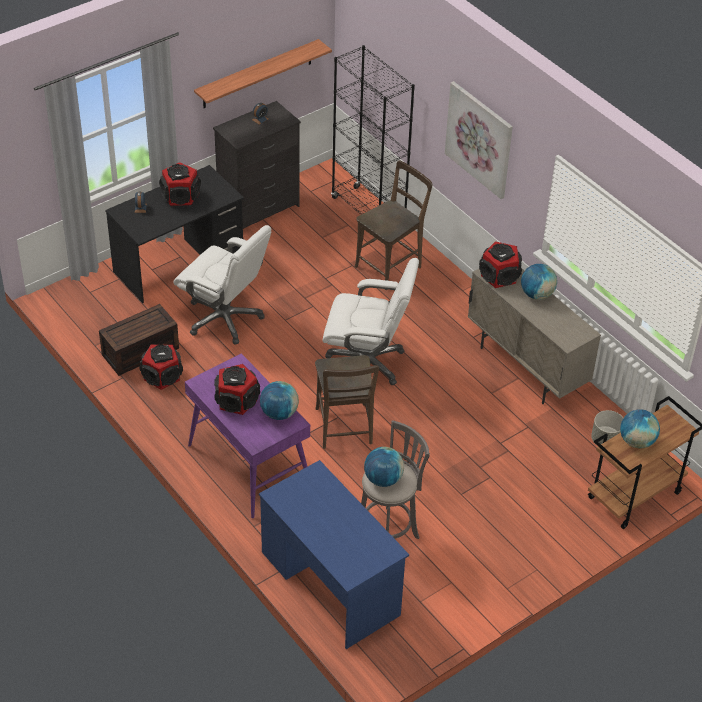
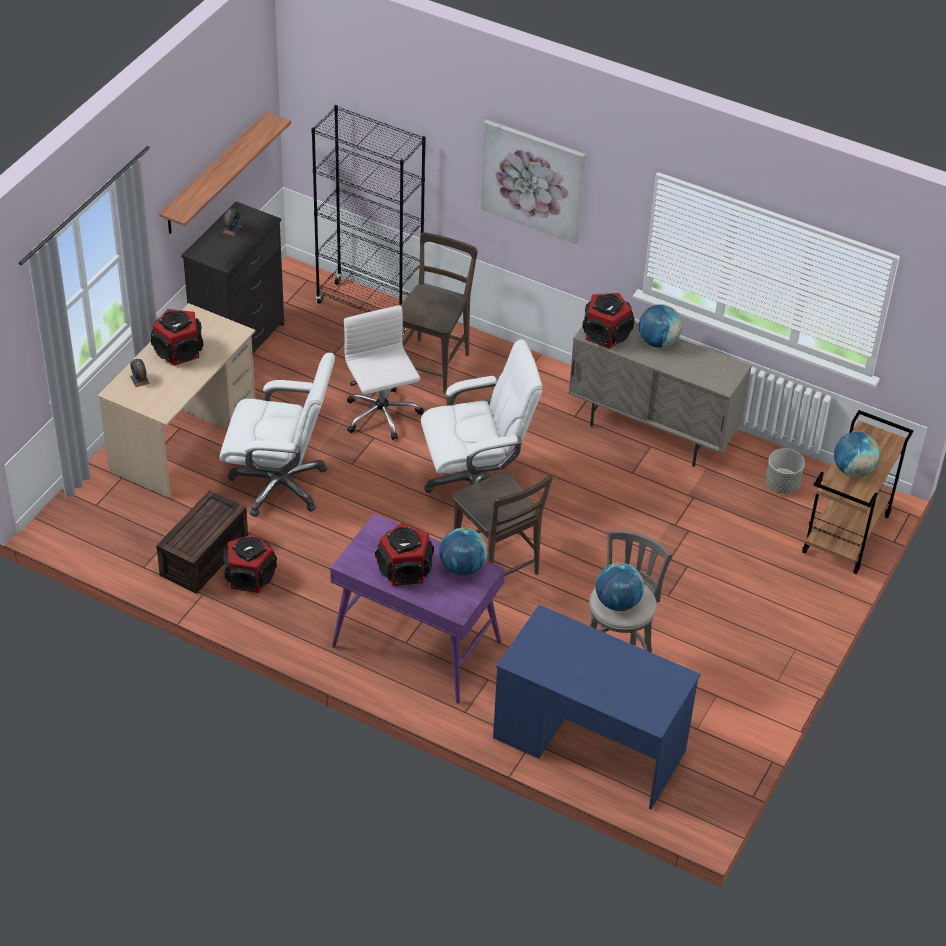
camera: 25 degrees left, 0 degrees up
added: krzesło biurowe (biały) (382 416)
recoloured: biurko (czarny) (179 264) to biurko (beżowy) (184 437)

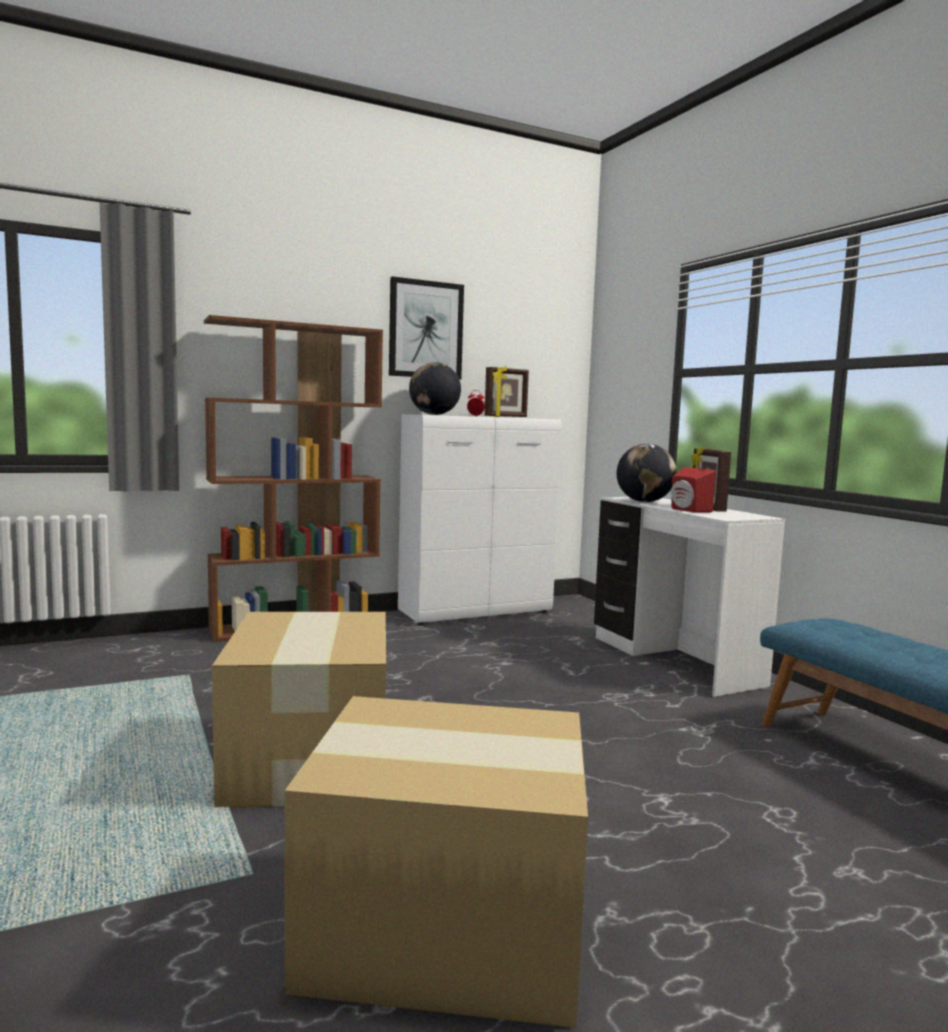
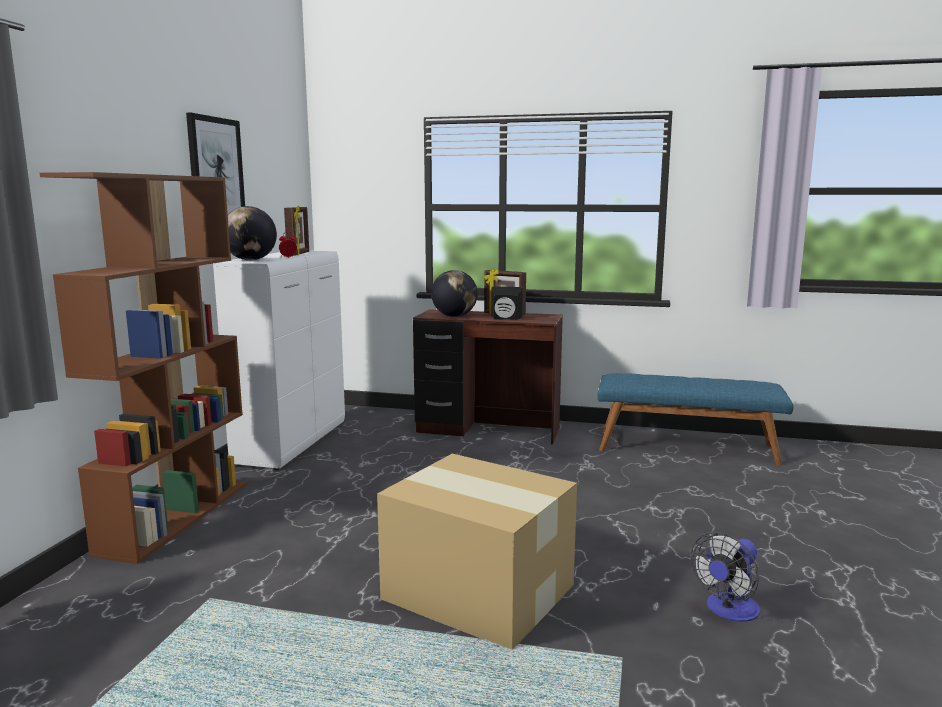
camera: 50 degrees left, 5 degrees up
replaced: karton (449 928) to wentylator (728 611)
recoloured: biurko (biały) (672 661) to biurko (brązowy) (488 431); głośnik (czerwony) (687 510) to głośnik (czarny) (505 319)

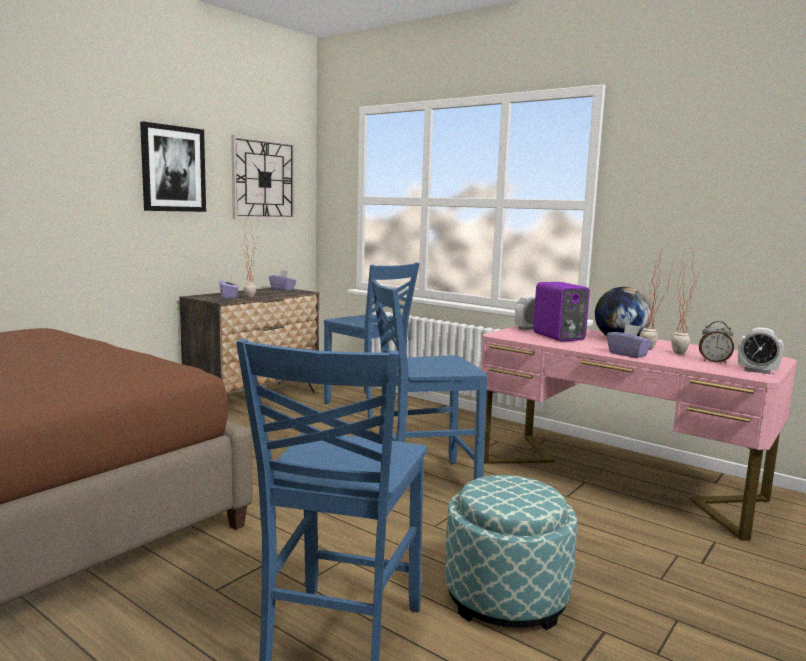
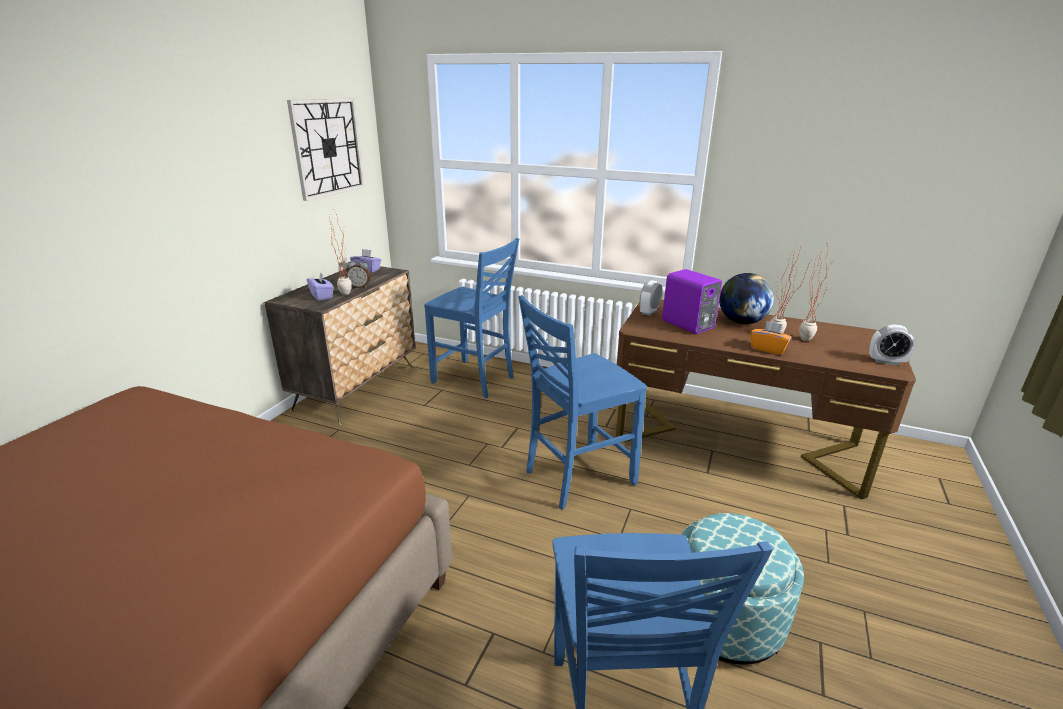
camera: 15 degrees left, 15 degrees up
removed: obraz (173 169)
moved: budzik (714 361) to (359 286)
recoloured: biurko (różowy) (617 480) to biurko (brązowy) (735 443); pudełko chusteczek (fioletowy) (627 354) to pudełko chusteczek (pomarańczowy) (768 349)

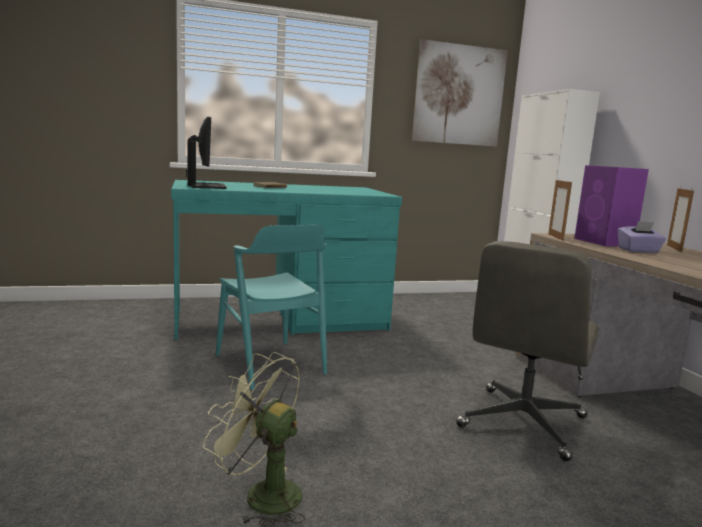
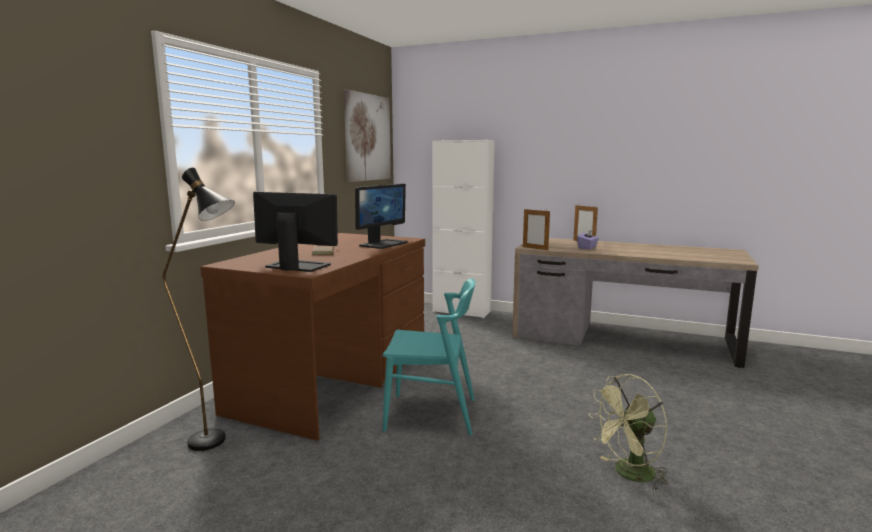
camera: 50 degrees left, 0 degrees up
removed: krzesło biurowe (szary) (523 423); głośnik (fioletowy) (605 242)
added: lampa stojąca (czarny) (217 443); monitor (383 244)
recoloured: biurko (turkusowy) (280 317) to biurko (brązowy) (335 380)

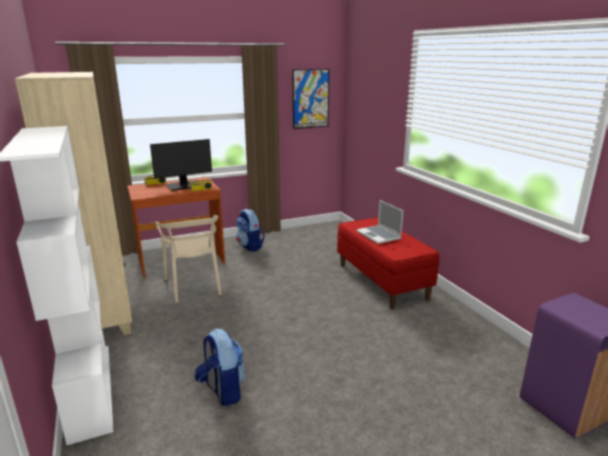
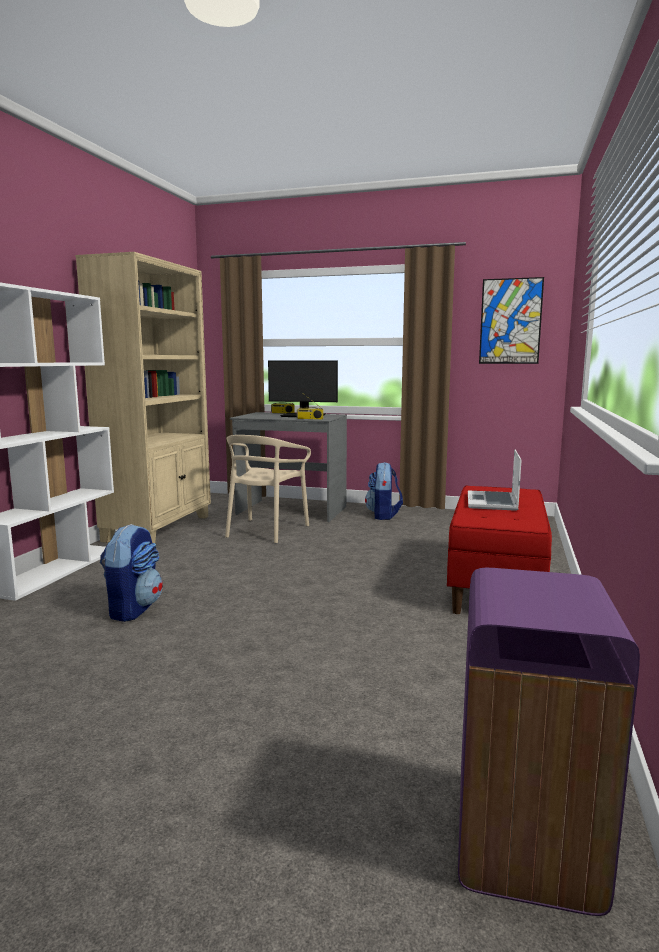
camera: 40 degrees right, 10 degrees down
recoloured: biurko (brązowy) (181 261) to biurko (szary) (291 511)

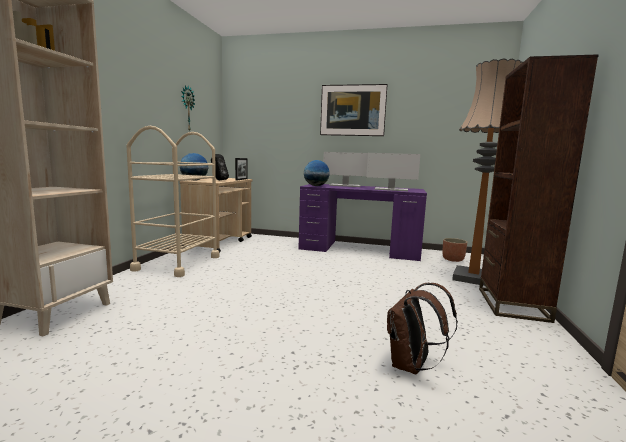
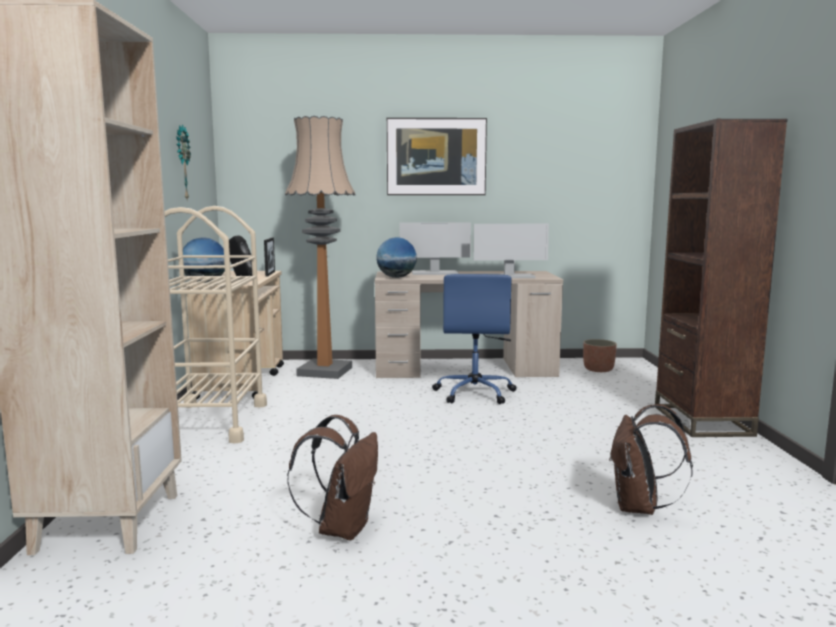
camera: 15 degrees left, 0 degrees up
added: plecak (brązowy) (342 528); krzesło biurowe (niebieski) (474 393)
moved: lampa stojąca (473 278) to (325 371)
recoloured: biurko (fioletowy) (360 249) to biurko (beżowy) (464 367)

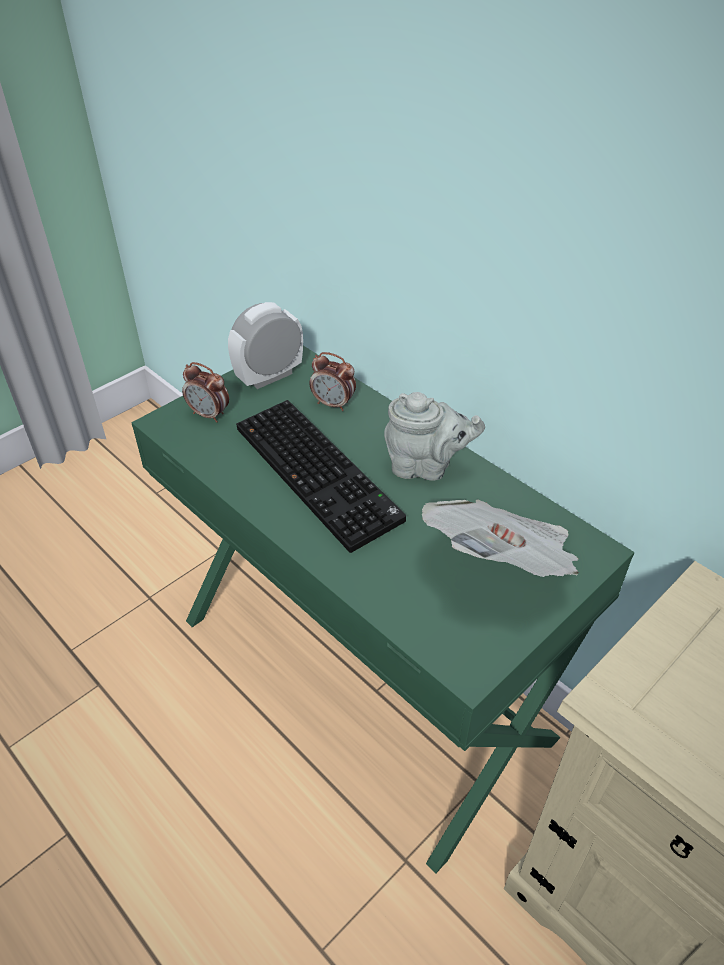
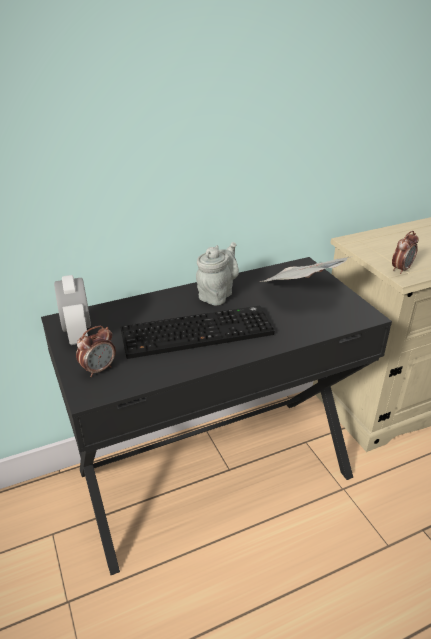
camera: 70 degrees left, 10 degrees down
moved: budzik (333 404) to (401 269)
recoloured: biurko (zielony) (364 674) to biurko (czarny) (215 472)

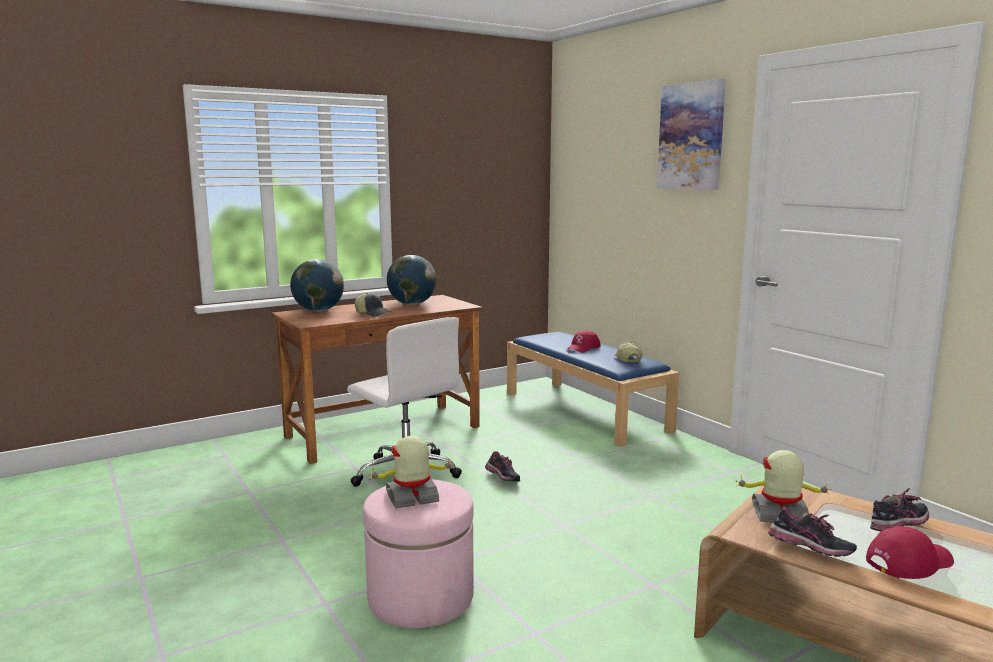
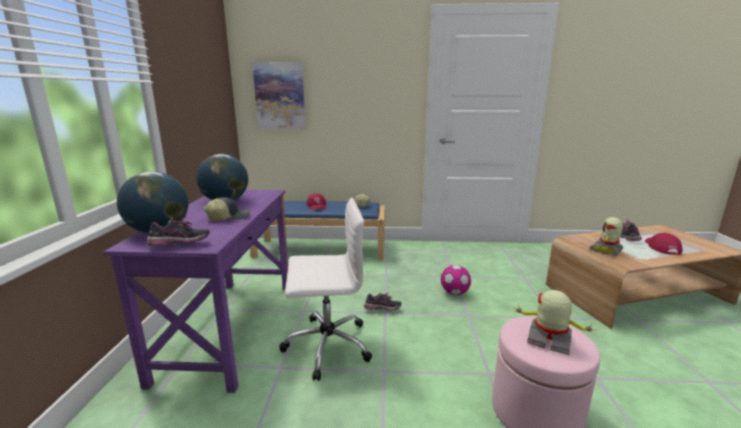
camera: 55 degrees left, 5 degrees up
added: piłka futbolowa (454 293)
moved: obraz (691 136) to (280 96); but (809 552) to (180 246)
recoloured: biurko (brązowy) (383 432) to biurko (fioletowy) (230 327)
turned: robot zabawkowy (412 497) = (549 340) 105 degrees clockwise

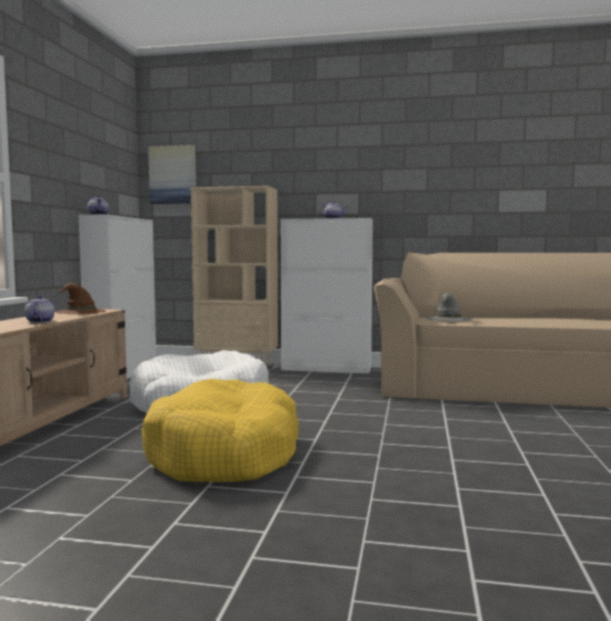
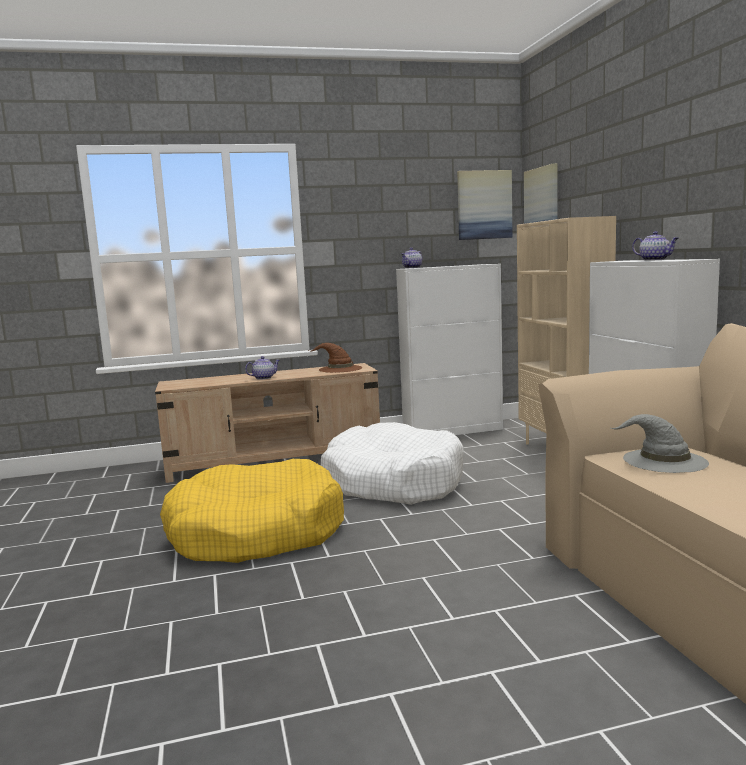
camera: 65 degrees right, 5 degrees up
added: obraz (484 205)

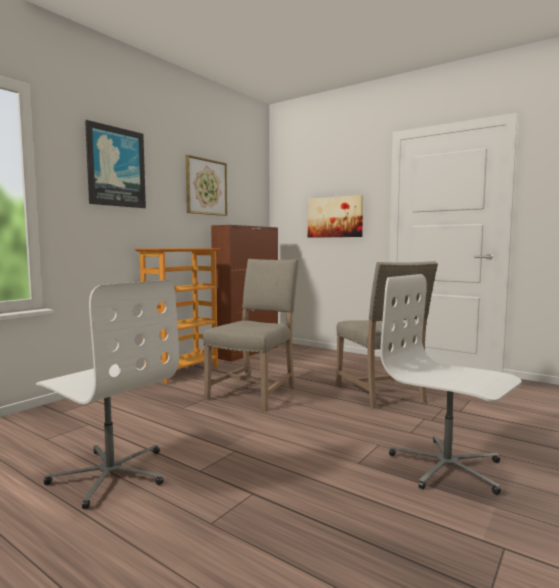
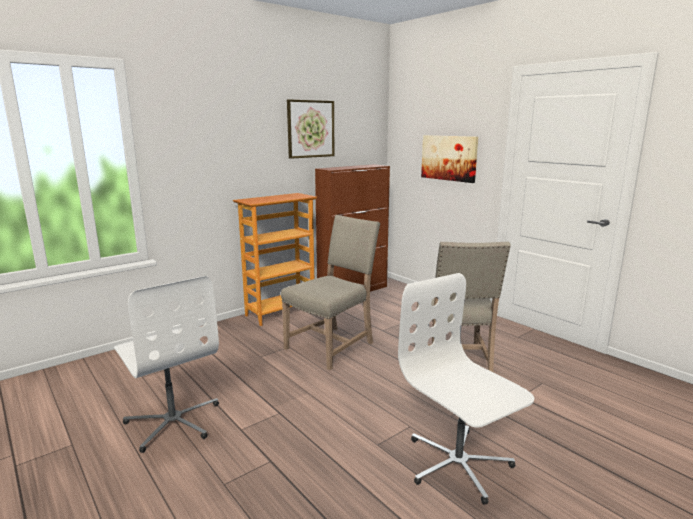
camera: 15 degrees right, 10 degrees up
removed: obraz (116 167)

